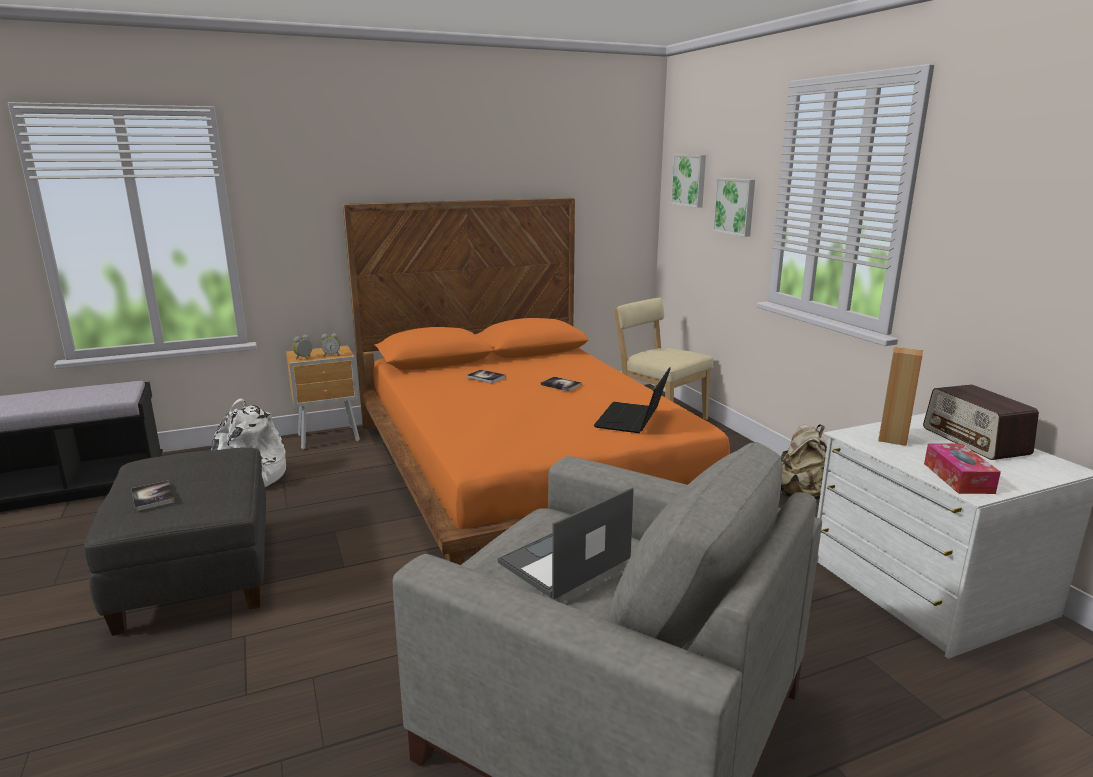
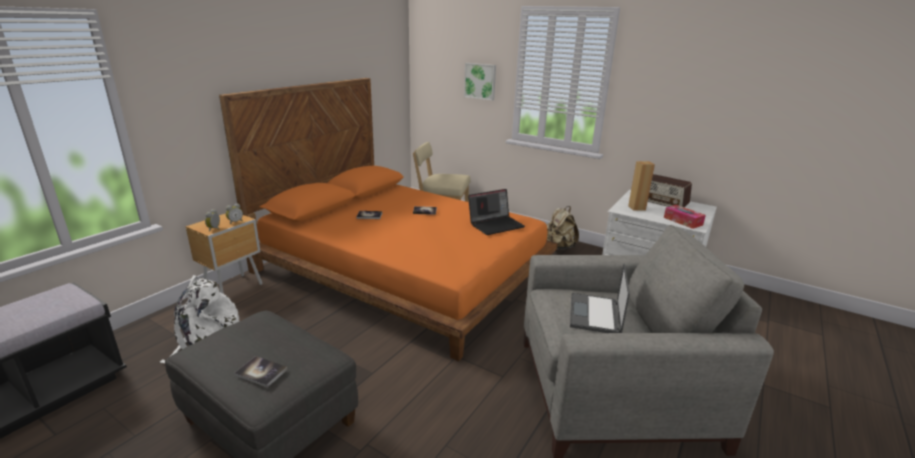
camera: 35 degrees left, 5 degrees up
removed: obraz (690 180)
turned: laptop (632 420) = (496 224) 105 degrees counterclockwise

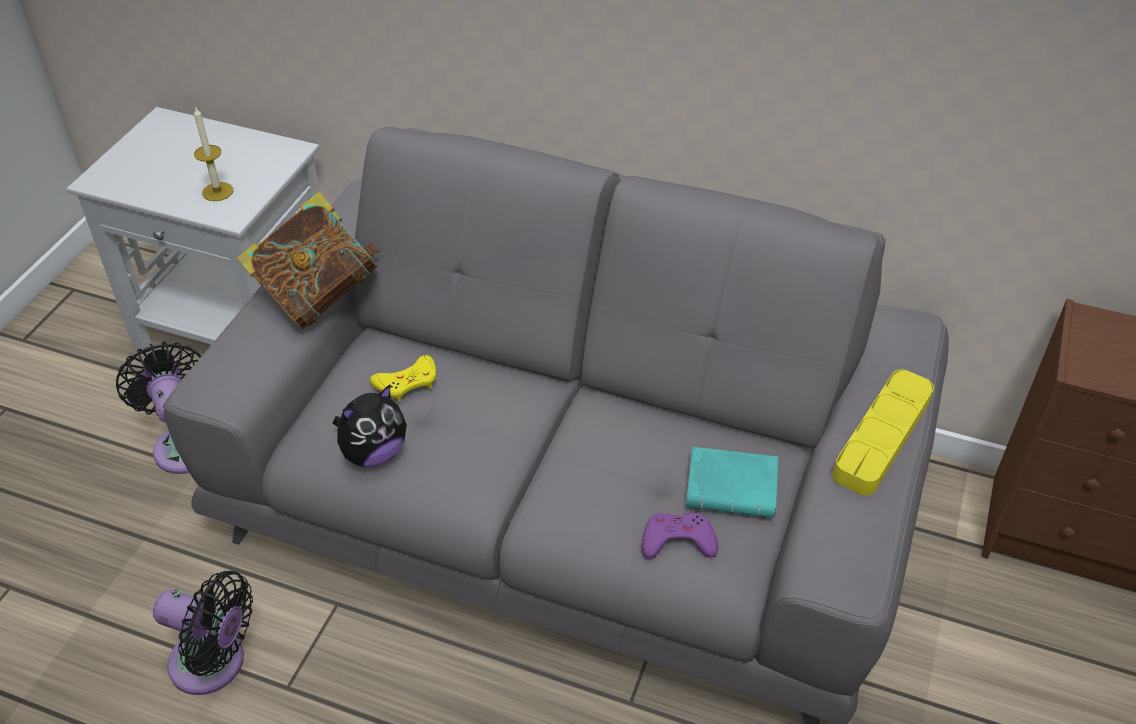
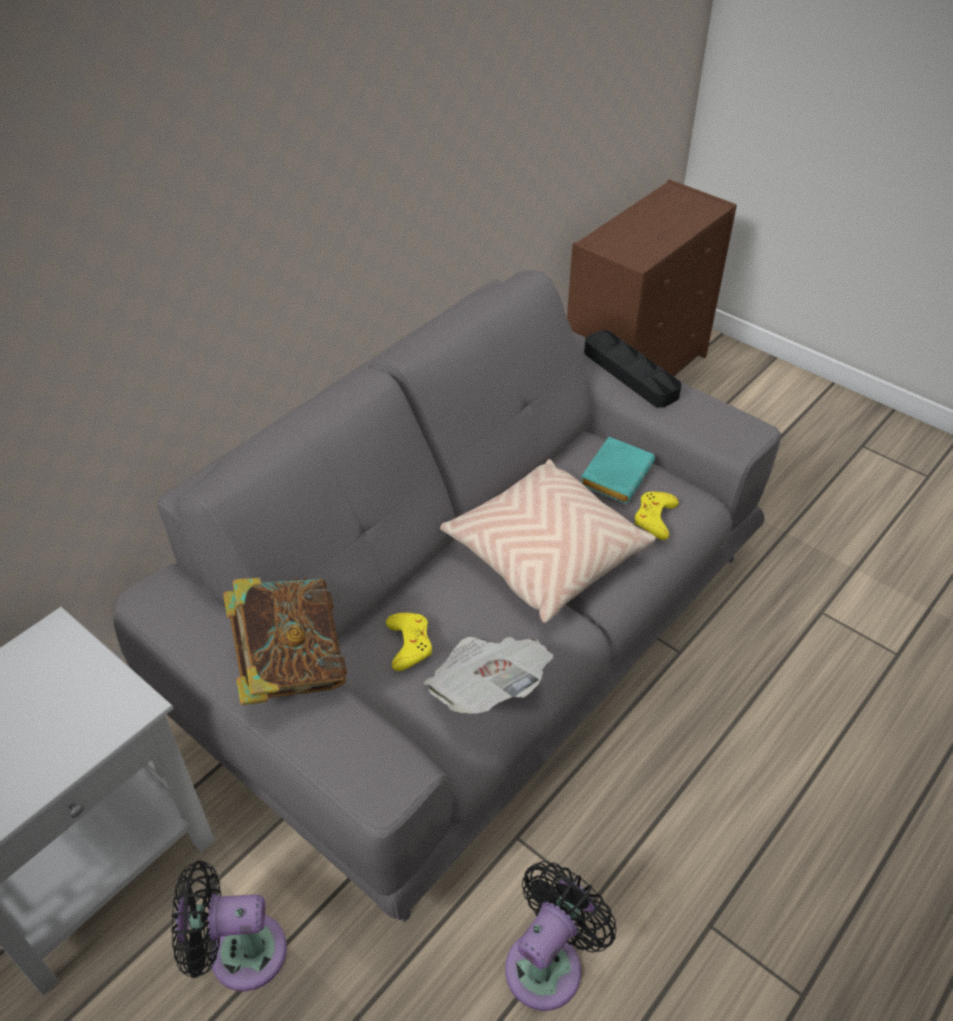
camera: 70 degrees left, 0 degrees up
removed: świeca (217 191)
added: poduszka (beżowy) (544 555)
replaced: pluszak (373 453) to gazeta (486 688)
recoloured: pad do gier (fioletowy) (678 540) to pad do gier (żółty) (655 518); taca (żółty) (882 437) to taca (czarny) (630 373)

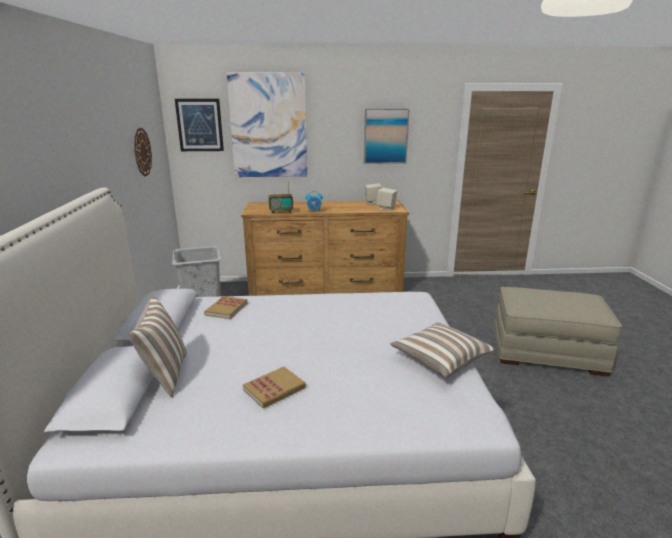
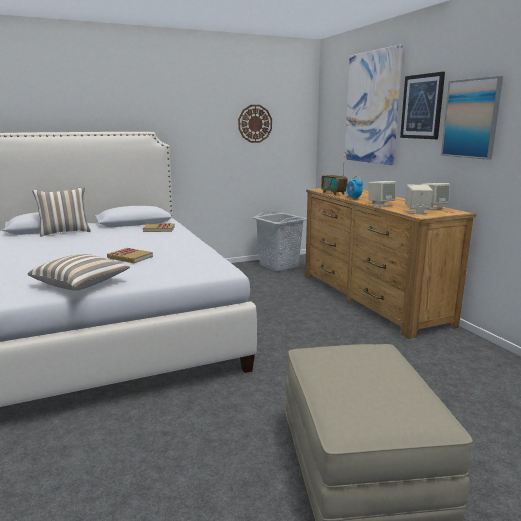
camera: 70 degrees right, 5 degrees down
added: głośnik (beżowy) (380 205)
moved: obraz (200 125) to (422 106); książka (274 389) to (130 257)

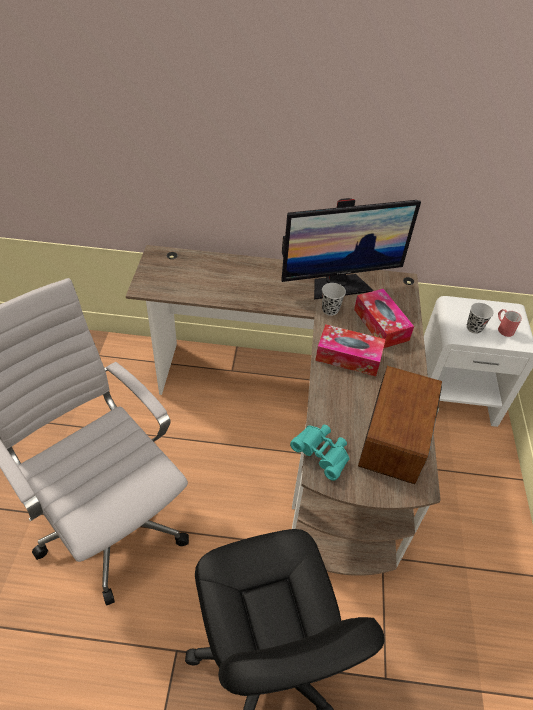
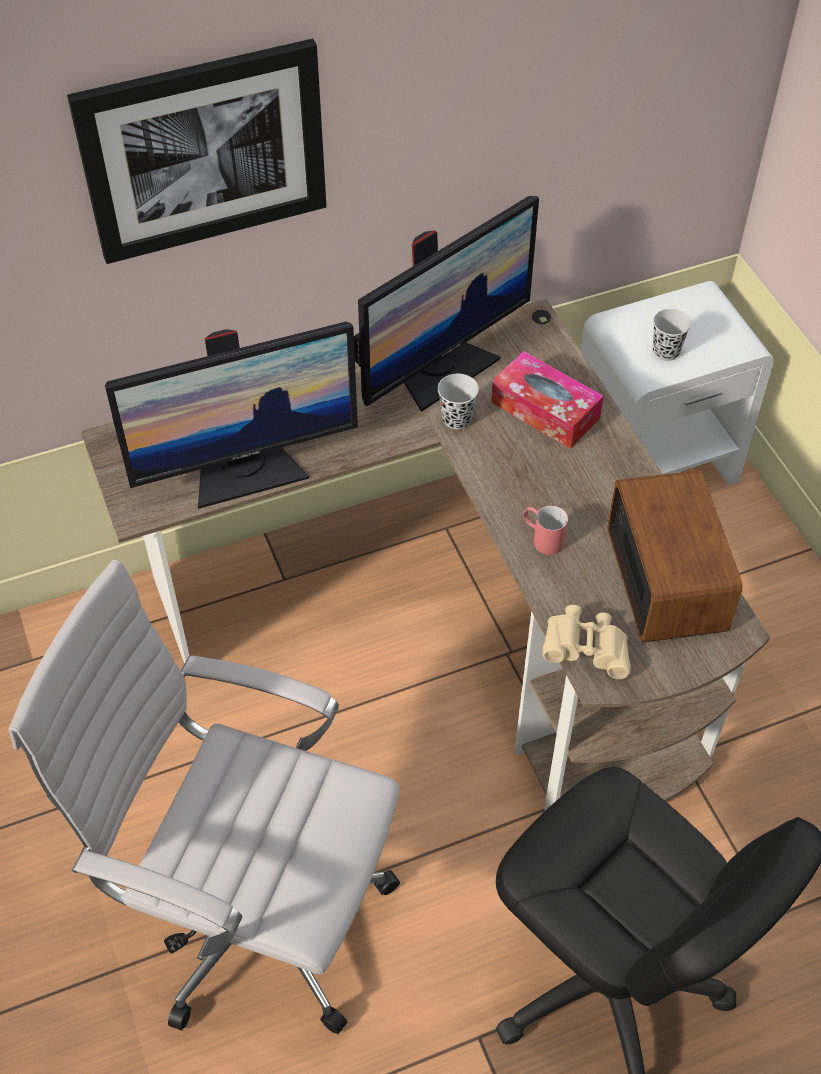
camera: 25 degrees left, 5 degrees up
removed: pudełko chusteczek (348 357)
added: obraz (204 151); monitor (246 472)
moved: kubek (czerwony) (503 328) to (542 538)
recoloured: lornetka (turkusowy) (322 455) to lornetka (beżowy) (586 650)

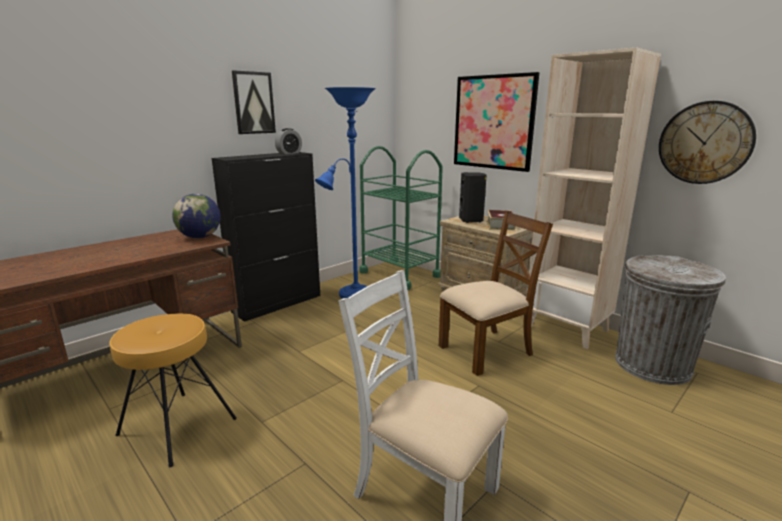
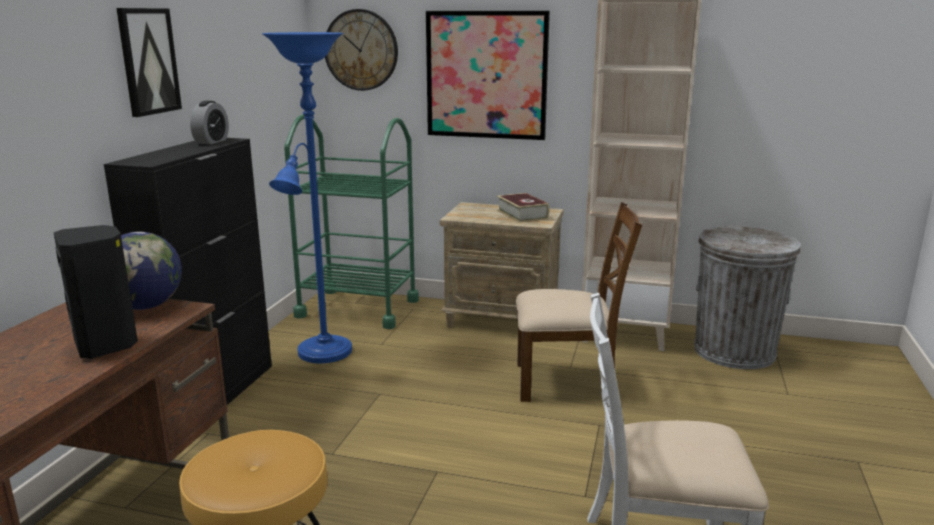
camera: 30 degrees left, 0 degrees up
moved: głośnik (czarny) (471 220) to (107 345); zegar ścienny (704 143) to (361 50)
turned: krzesło (brązowy) (486 350) = (568 381) 60 degrees clockwise

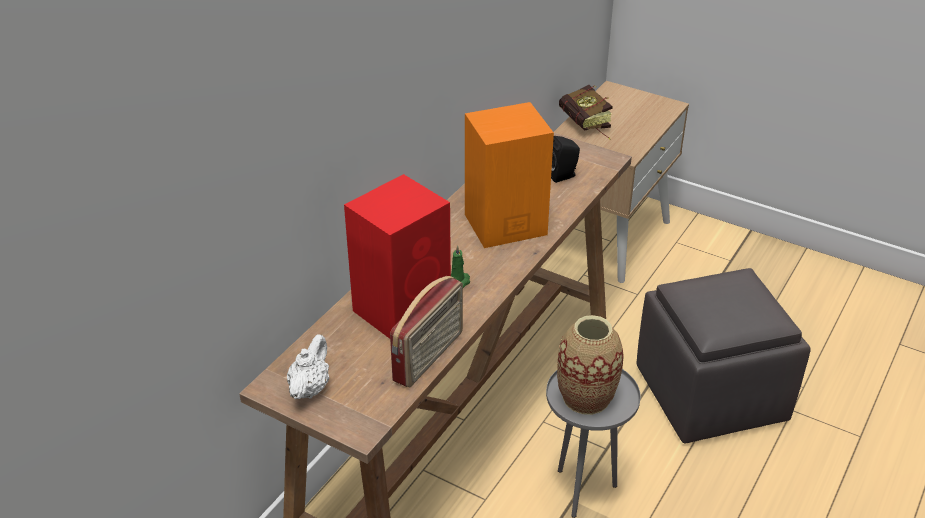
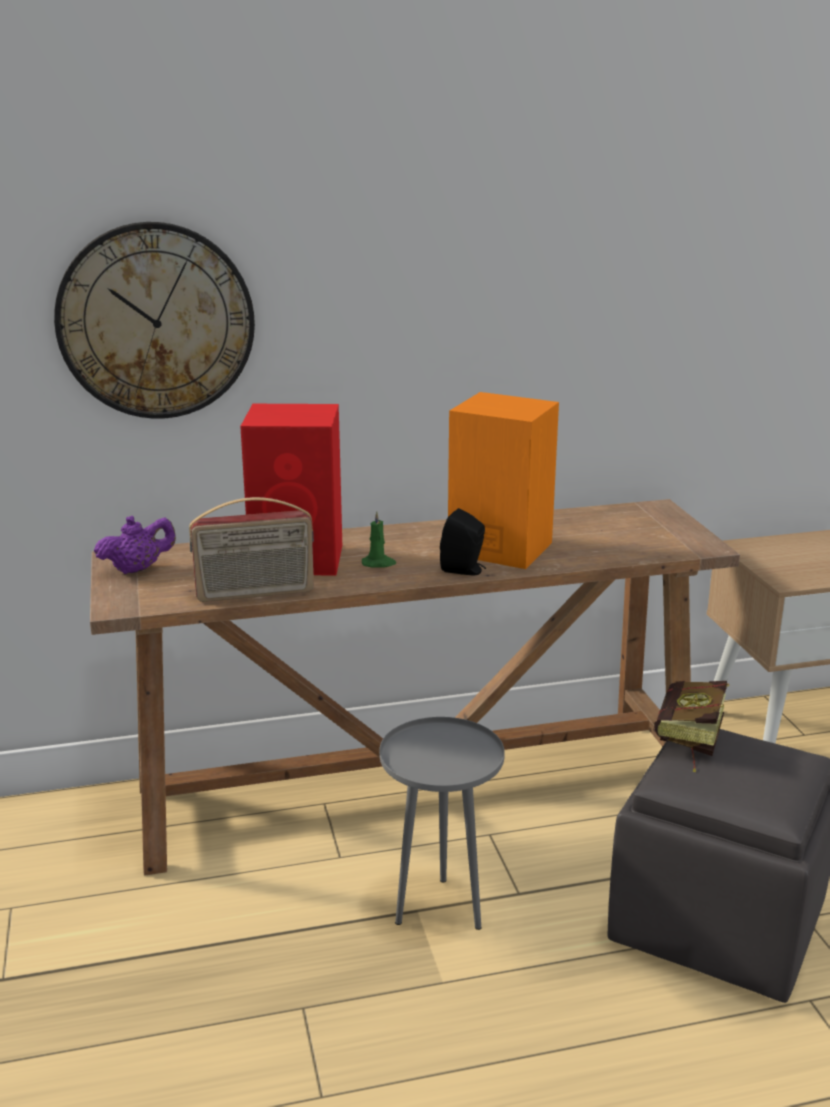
camera: 45 degrees right, 15 degrees down
removed: wazon (586 397)
added: zegar ścienny (156 321)
moved: głośnik (czarny) (563 175) to (464 570); książka (587 126) to (687 742)
recoloured: imbryk (biały) (310 388) to imbryk (fioletowy) (137 569)

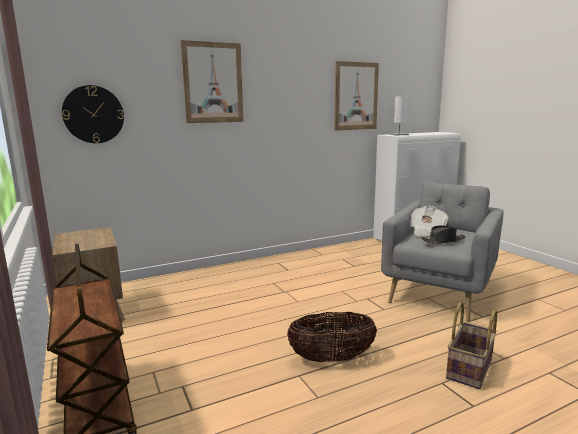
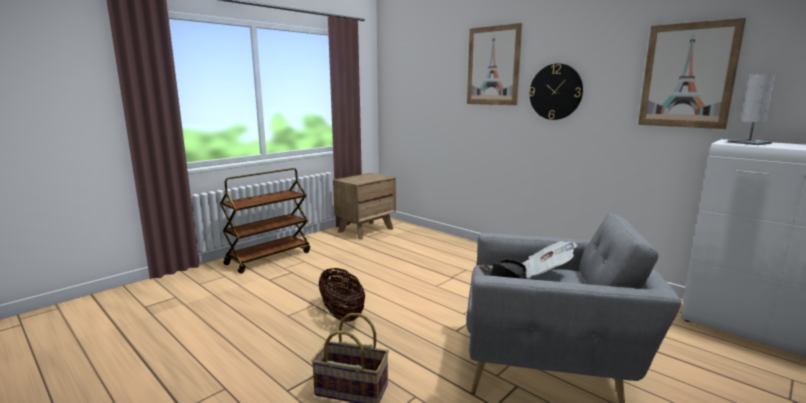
camera: 70 degrees right, 0 degrees up
moved: zegar ścienny (93 114) to (555 92)

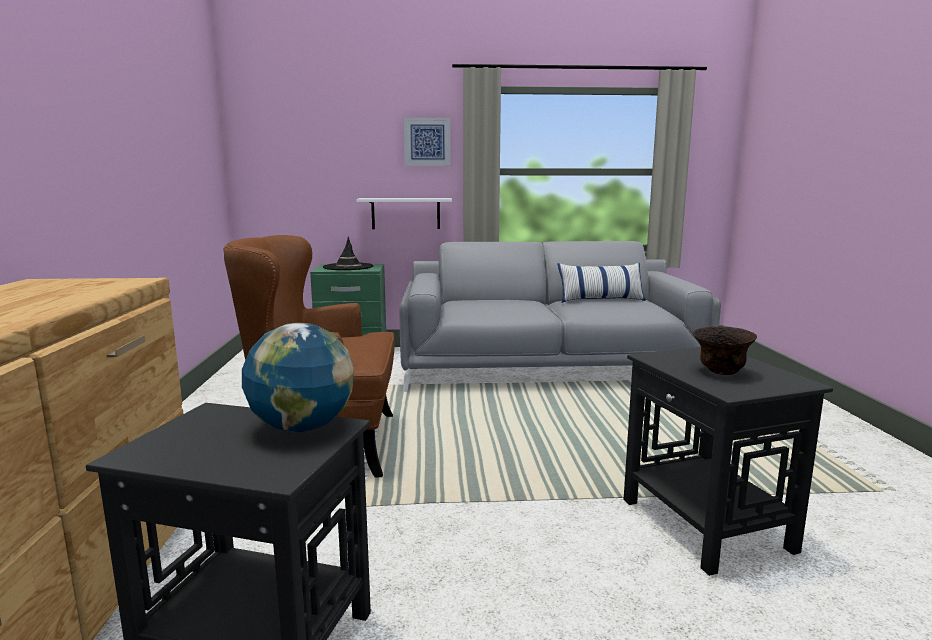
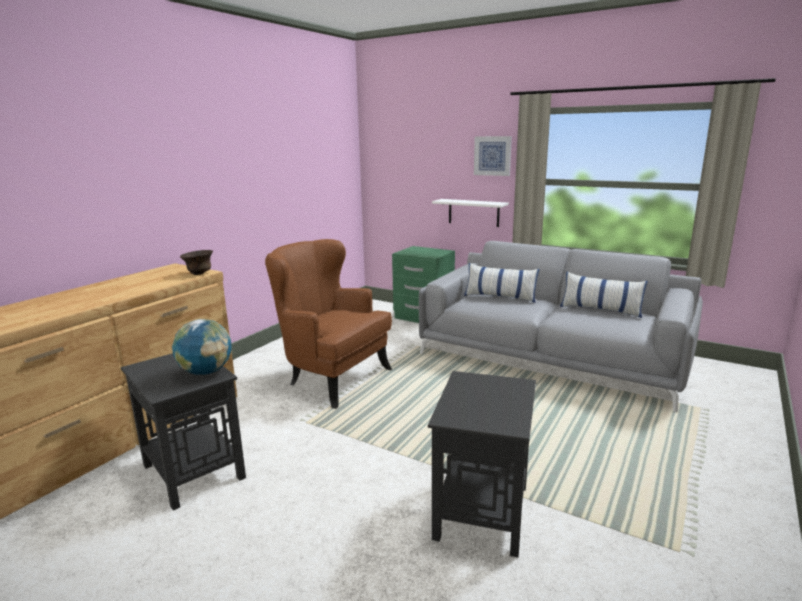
camera: 35 degrees right, 5 degrees up
removed: kapelusz (czarny) (348 267)
added: poduszka (500 297)
moved: miska (brązowy) (721 372) to (199 273)

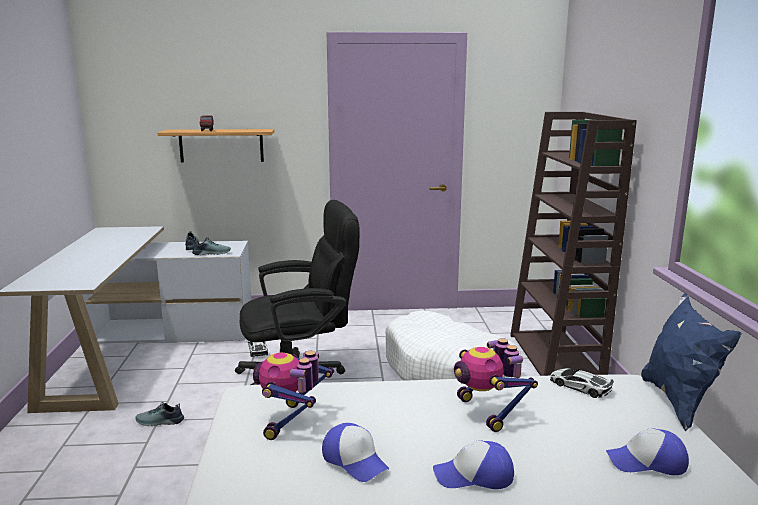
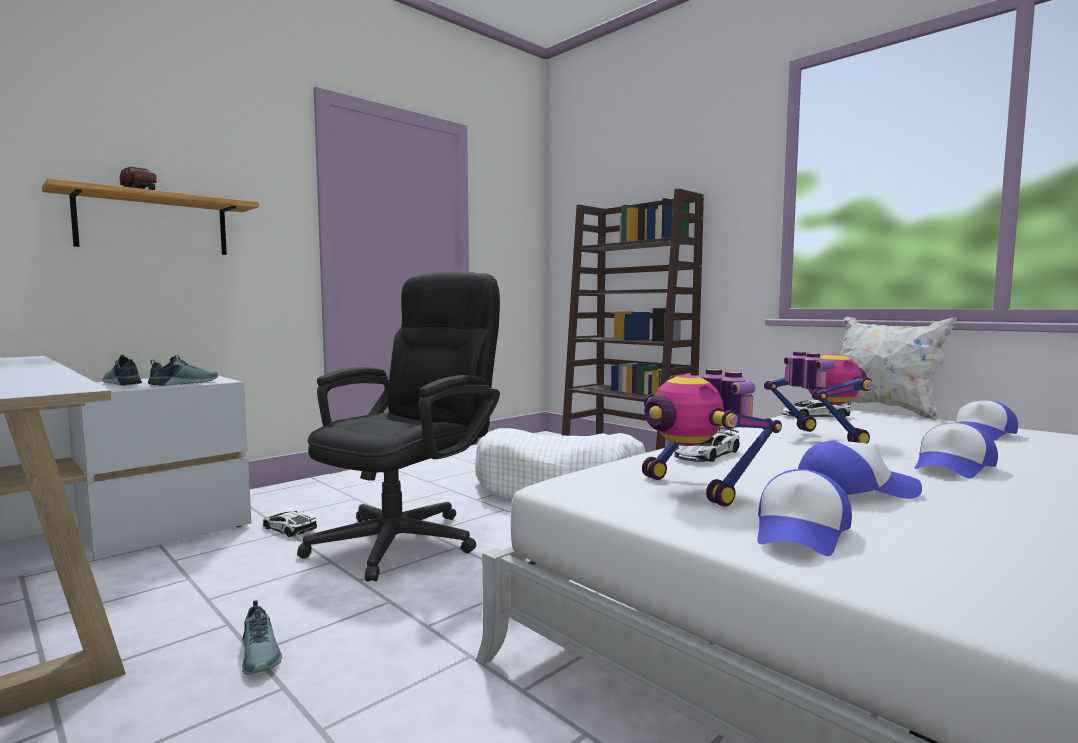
camera: 40 degrees left, 10 degrees down
added: samochodzik (706 454); czapka z daszkiem (801 532)
recoloured: poduszka (niebieski) (678 402) to poduszka (biały) (884 411)
turned: but (159 422) = (262 653) 75 degrees counterclockwise; robot zabawkowy (487 412) = (820 438) 135 degrees counterclockwise

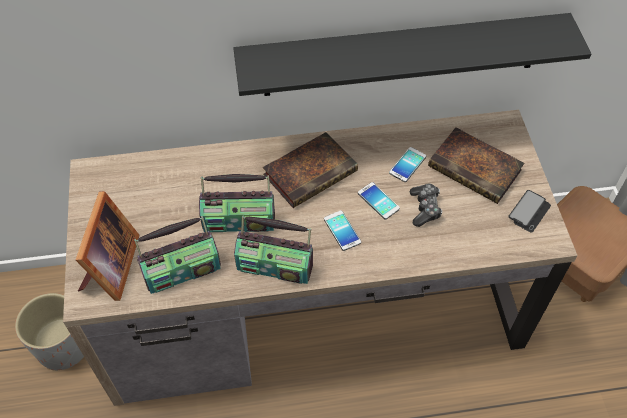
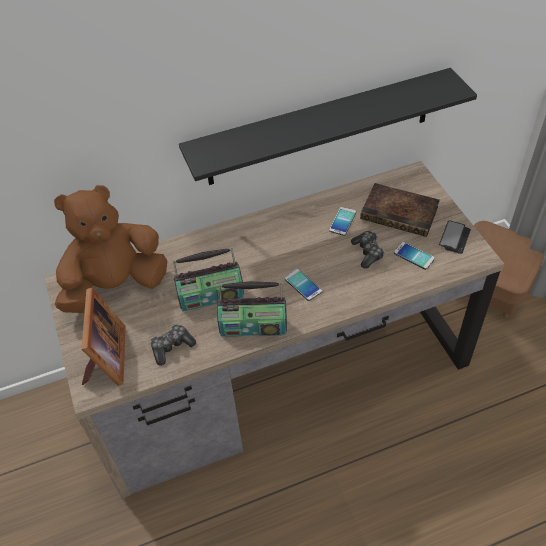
camera: 10 degrees left, 5 degrees down
removed: donica (szary) (63 346); książka (311 171)
added: pluszak (brązowy) (115 286)
moved: telefon (378 201) to (414 256)
replaced: radio (182 270) to pad do gier (172 347)

